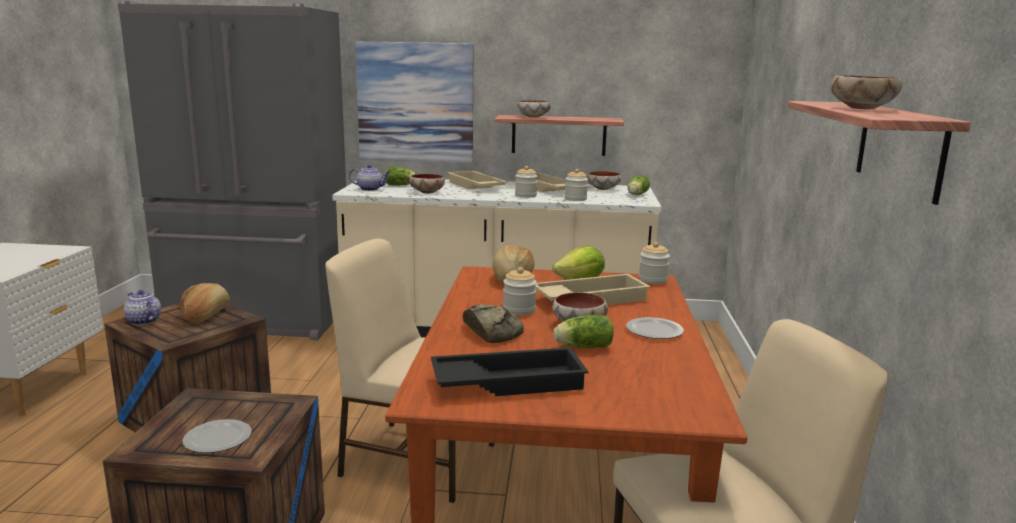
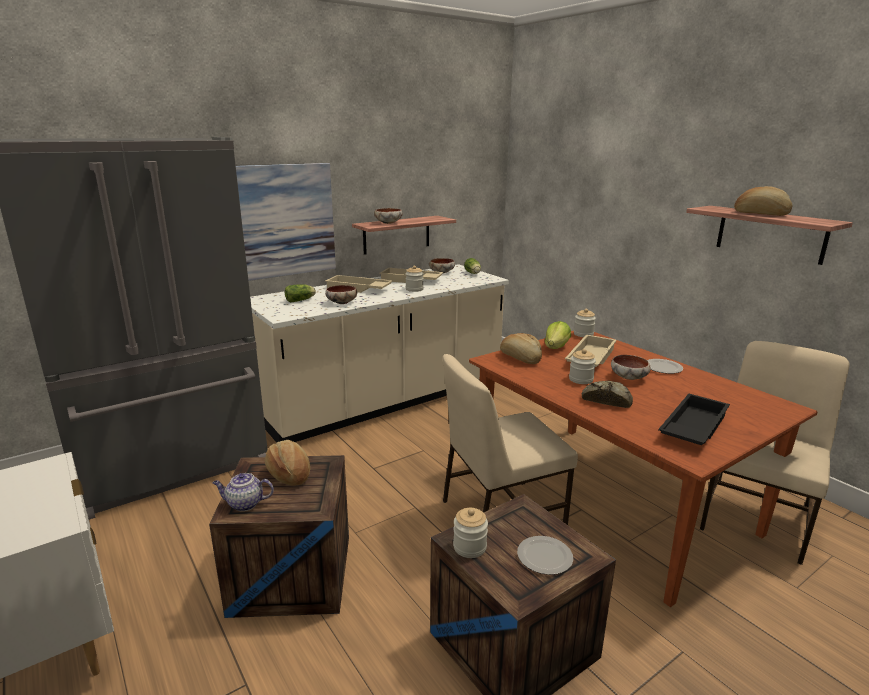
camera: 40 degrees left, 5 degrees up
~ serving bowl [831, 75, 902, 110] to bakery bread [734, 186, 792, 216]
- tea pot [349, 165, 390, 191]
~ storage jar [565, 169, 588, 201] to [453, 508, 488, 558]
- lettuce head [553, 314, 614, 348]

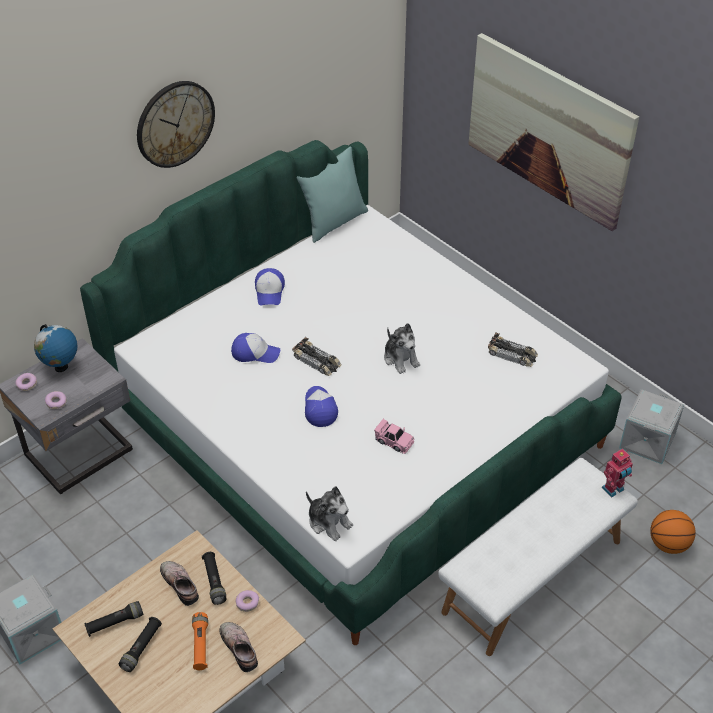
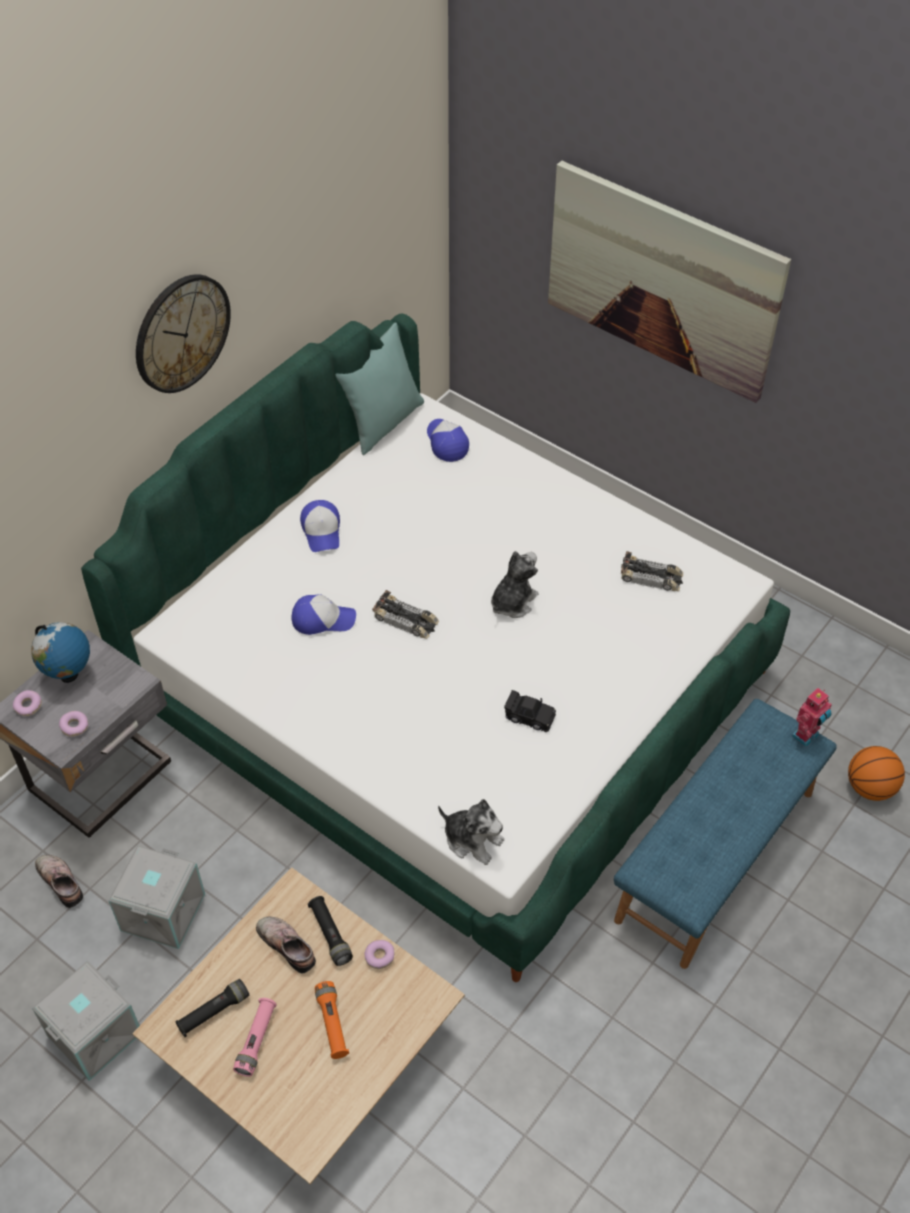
camera: 10 degrees left, 5 degrees up
~ plush toy [384, 323, 420, 374] = [491, 551, 539, 618] 105 degrees counterclockwise
~ baseball cap [305, 386, 338, 427] to [427, 419, 469, 462]
~ storage bin in grey [619, 389, 684, 464] to [108, 846, 205, 949]
~ model car in pinkish [374, 419, 414, 454] to model car in black-coloured [504, 690, 556, 732]
~ long seat in whitish [438, 458, 638, 656] to long seat in blue-coloured [614, 699, 837, 969]
~ torch in black-coloured [119, 617, 162, 672] to torch in pinkish [233, 998, 277, 1077]
~ low shoe [219, 622, 258, 672] to [35, 855, 83, 908]

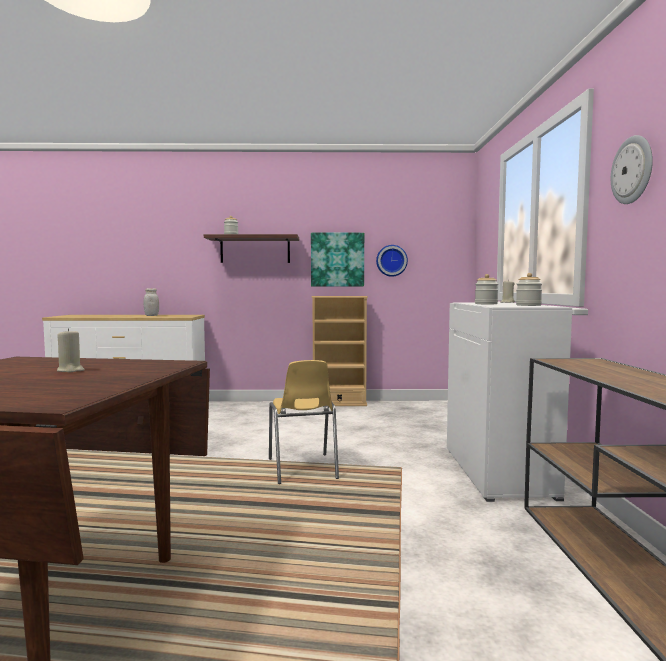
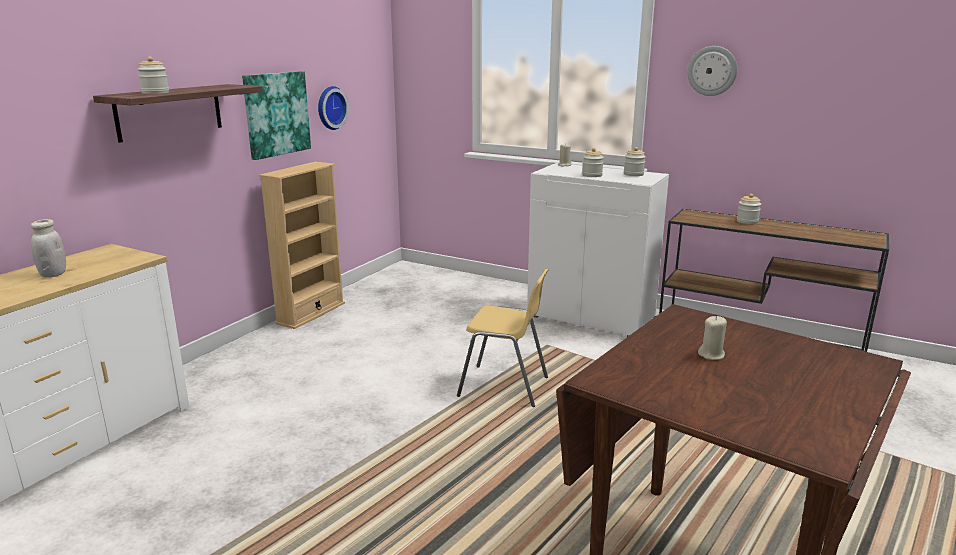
camera: 60 degrees left, 15 degrees up
+ storage jar [737, 194, 761, 224]

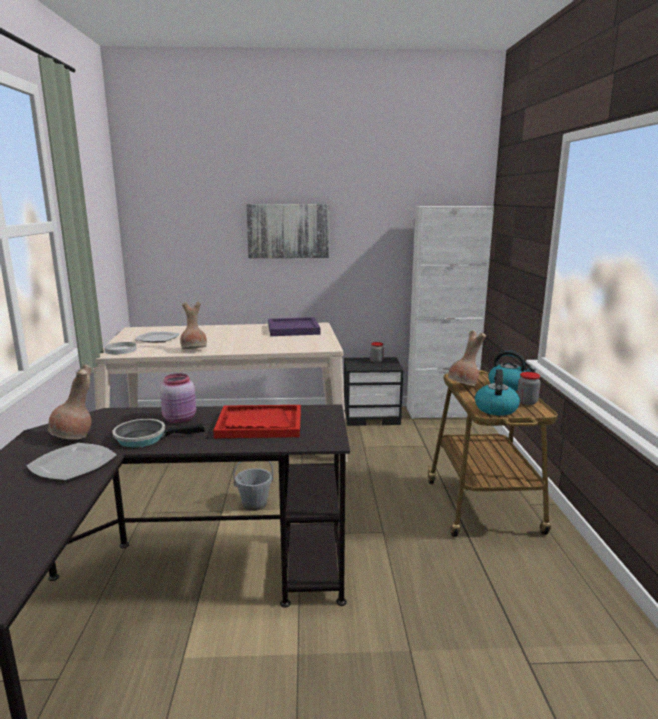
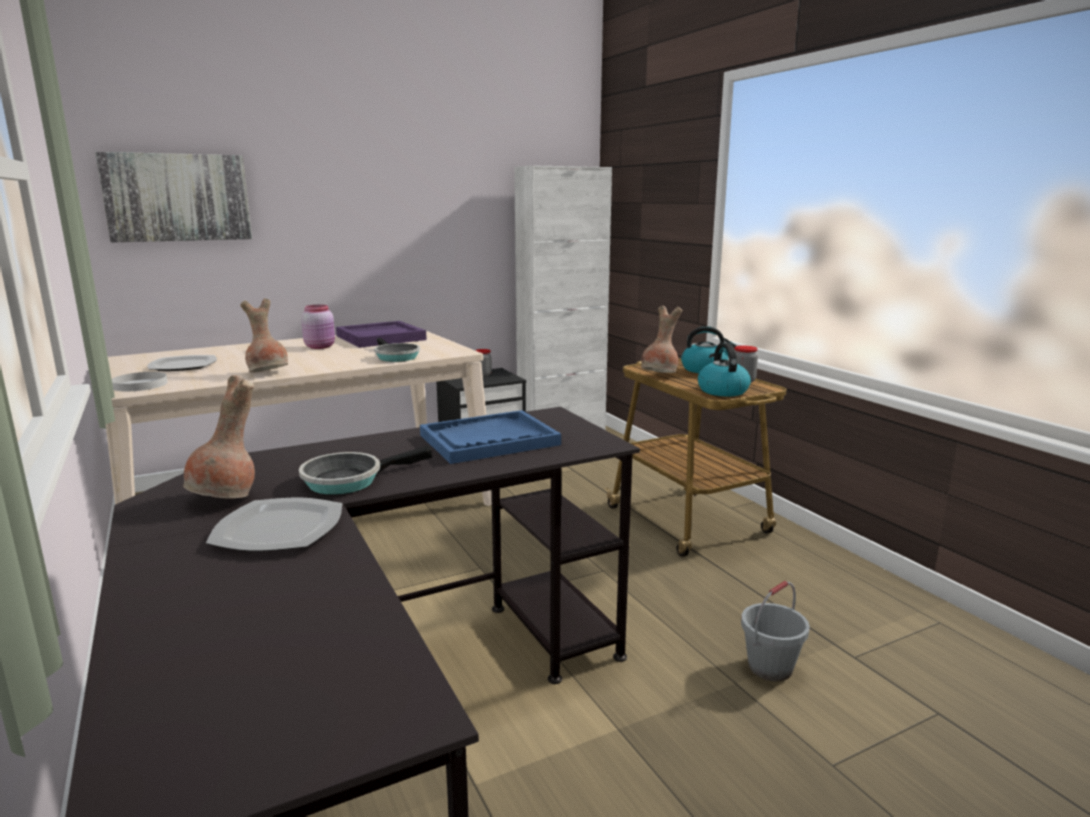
camera: 25 degrees left, 0 degrees up
~ wall picture [246, 204, 329, 258] to [95, 152, 252, 242]
~ storage jar in pinkish [160, 373, 196, 423] to [301, 305, 335, 349]
~ serving tray in red-coloured [213, 405, 301, 438] to serving tray in blue-coloured [420, 410, 561, 464]
~ bucket in grey [233, 461, 273, 511] to [741, 581, 810, 681]
+ frying pan [374, 338, 420, 362]

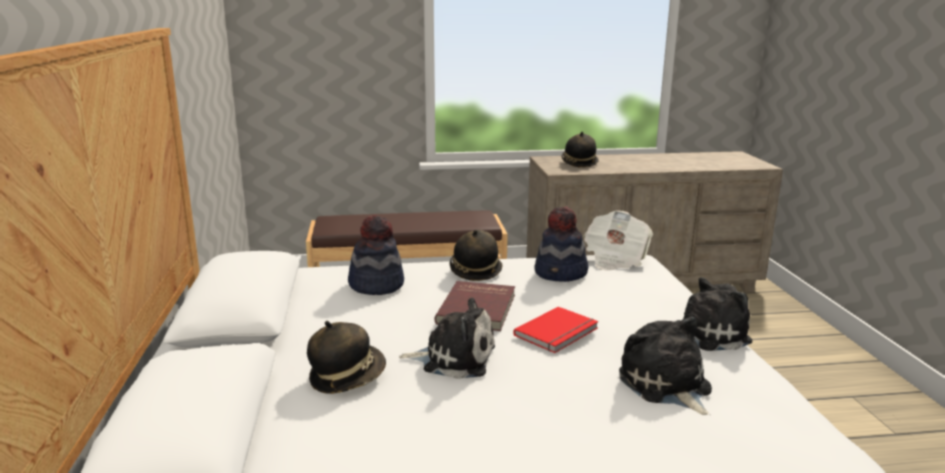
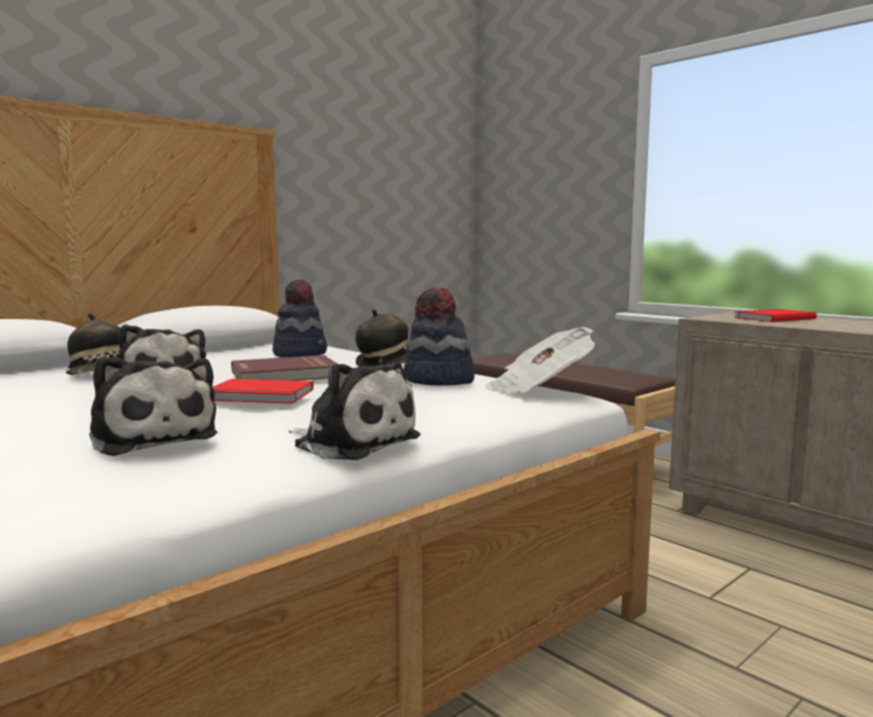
camera: 55 degrees right, 10 degrees down
~ hat [562, 132, 599, 167] to book in red-coloured [734, 309, 817, 322]
~ plush toy [619, 316, 712, 415] = [89, 356, 218, 456] 105 degrees clockwise

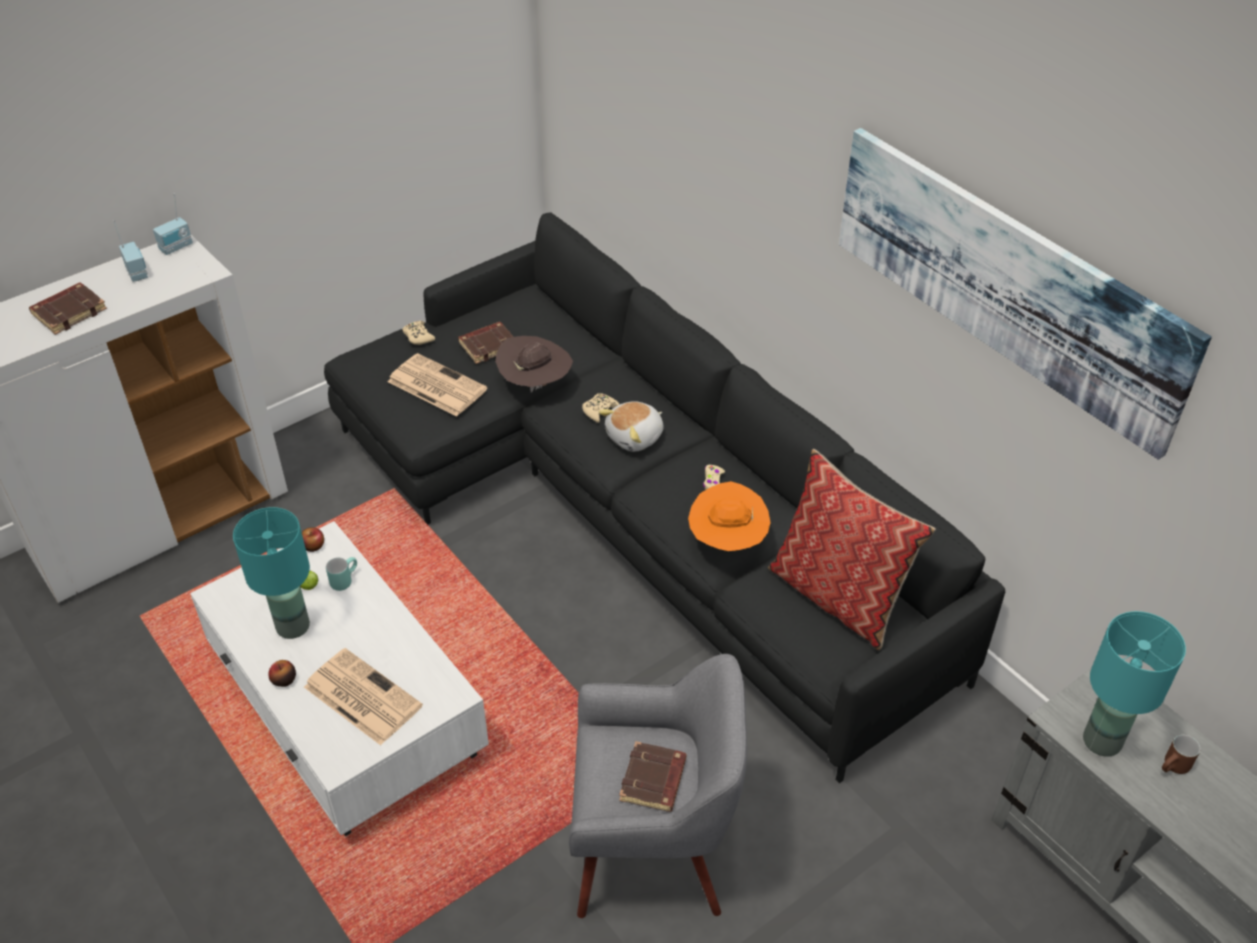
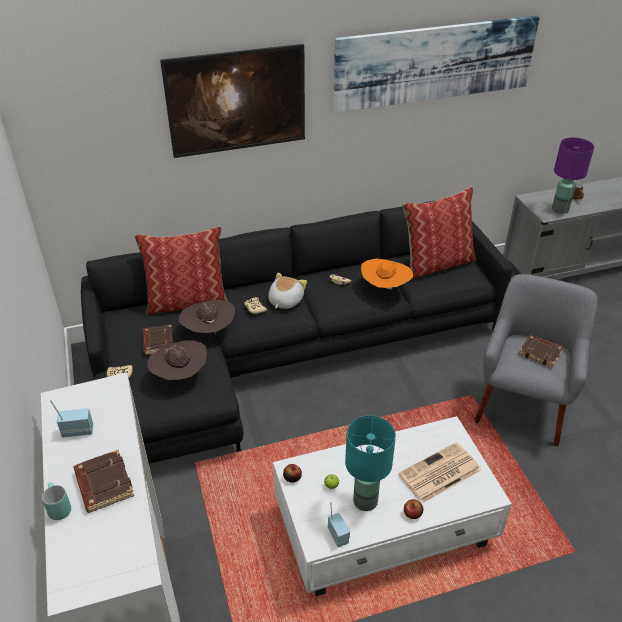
camera: 70 degrees left, 5 degrees down
~ radio [153, 193, 193, 255] to [328, 502, 350, 547]
~ daily paper [387, 353, 487, 416] to hat in brown [147, 340, 207, 380]
~ plush toy [599, 401, 664, 452] = [268, 272, 307, 309] 135 degrees counterclockwise
~ tea mug in turquoise-coloured [326, 557, 357, 591] to [42, 482, 71, 520]
~ tabletop lamp in turquoise-coloured [1083, 611, 1186, 757] to tabletop lamp in purple [552, 137, 594, 214]
+ wall picture [160, 44, 305, 158]
+ throw pillow [134, 226, 228, 315]

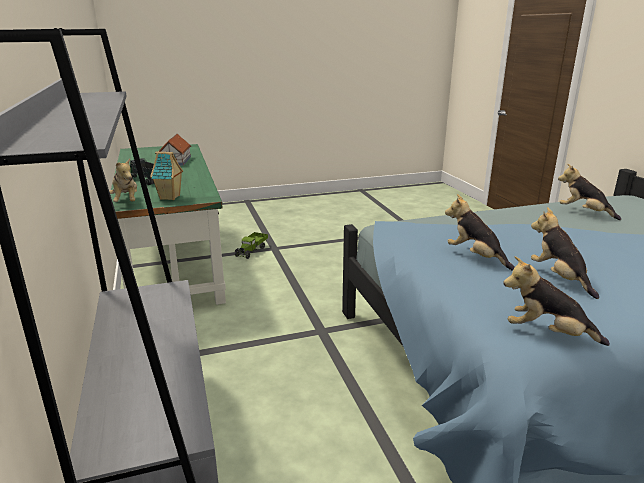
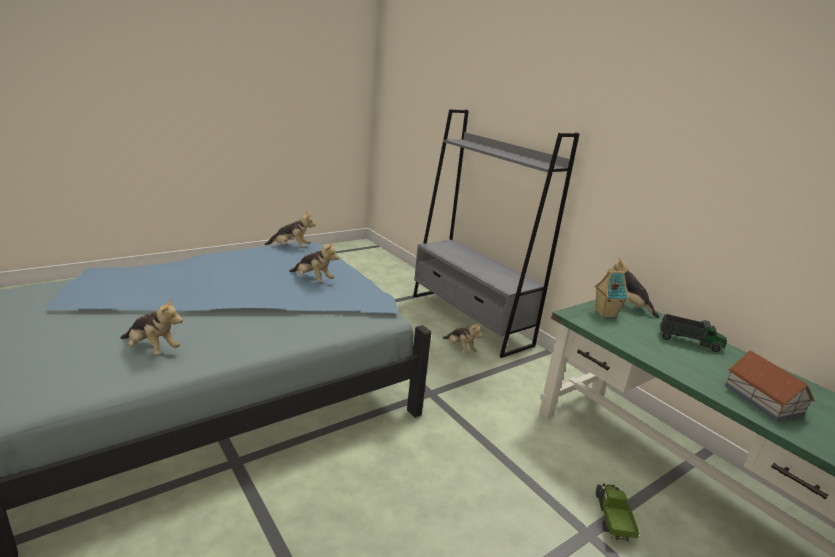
camera: 160 degrees right, 0 degrees up
~ plush toy [531, 207, 599, 299] to [443, 322, 483, 354]

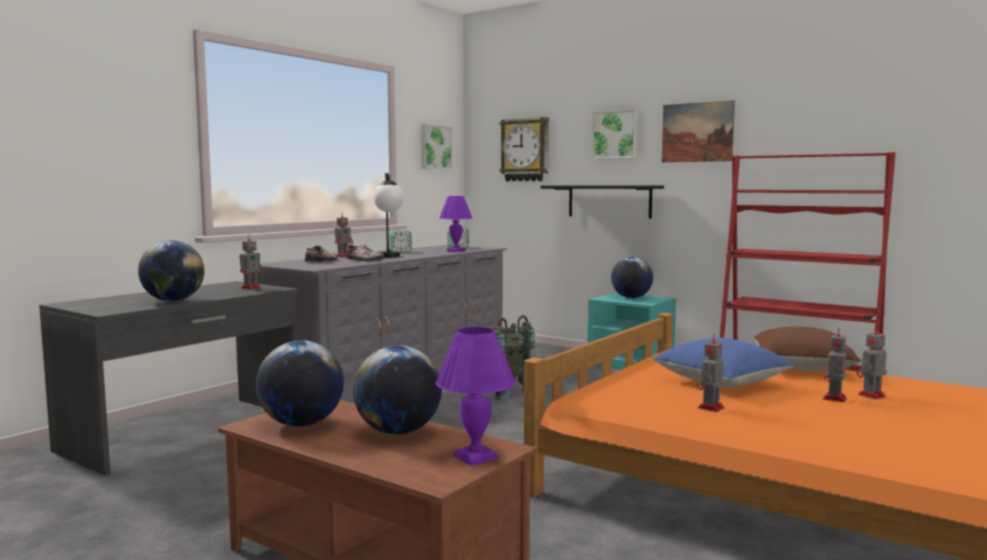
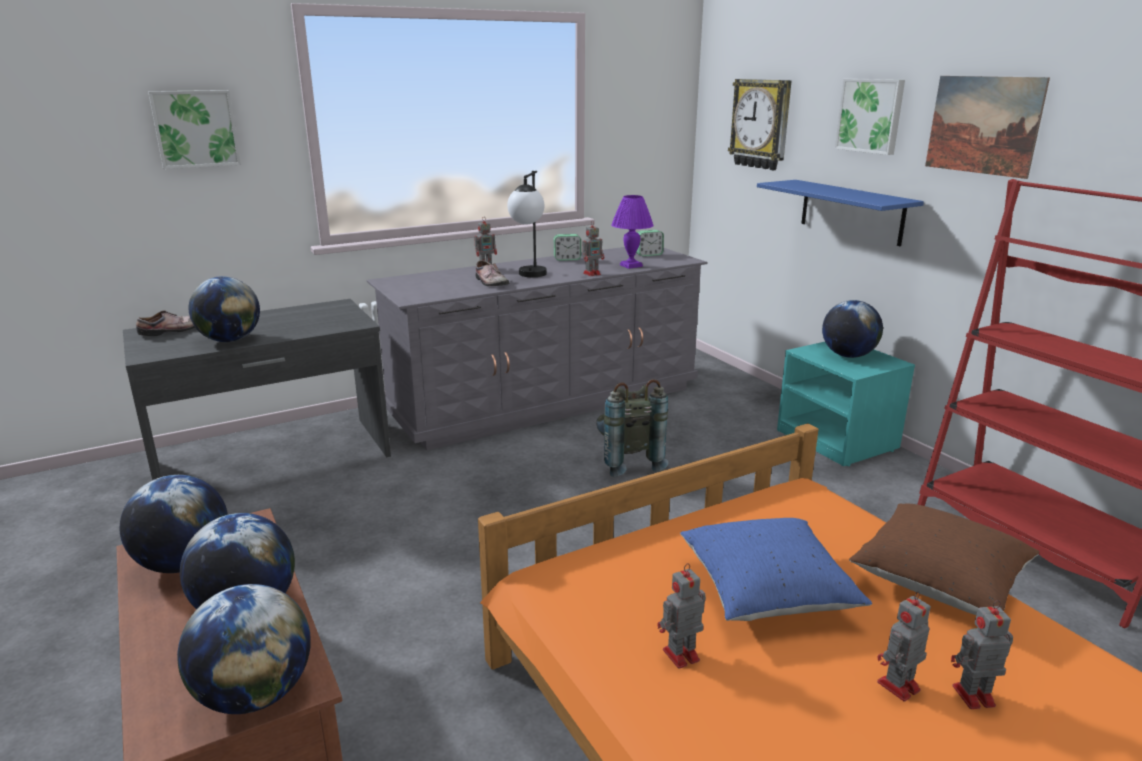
camera: 25 degrees right, 15 degrees up
~ wall picture [421, 124, 453, 169] to [148, 90, 241, 169]
~ shelf in black-coloured [540, 186, 664, 219] to shelf in blue-coloured [757, 180, 924, 246]
~ toy robot [239, 234, 263, 290] to [582, 221, 604, 276]
~ low shoe [305, 246, 337, 262] to [136, 311, 195, 337]
~ tabletop lamp in purple [436, 327, 515, 466] to world globe [177, 584, 311, 714]

